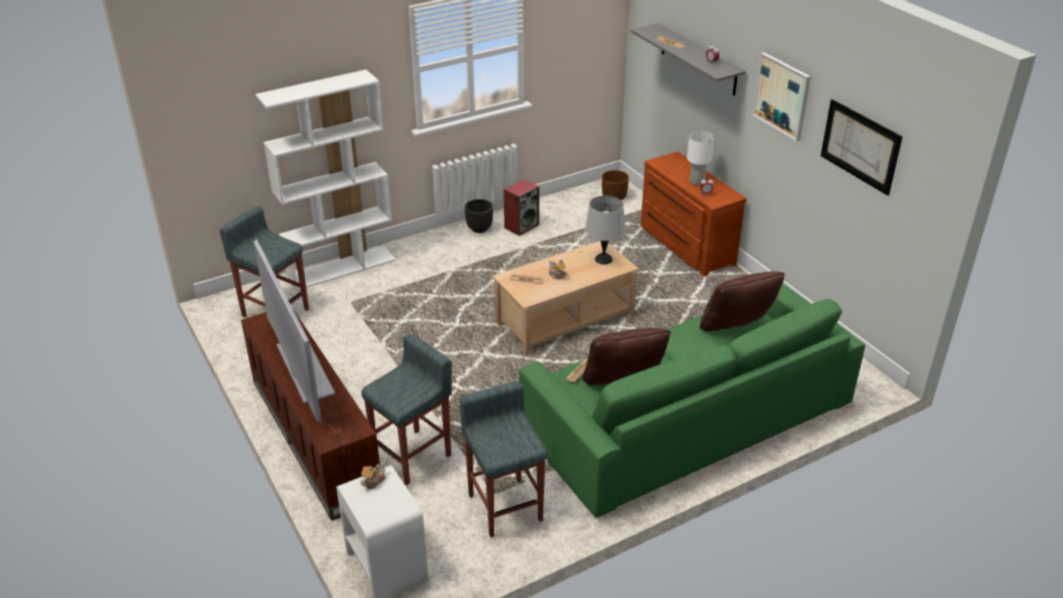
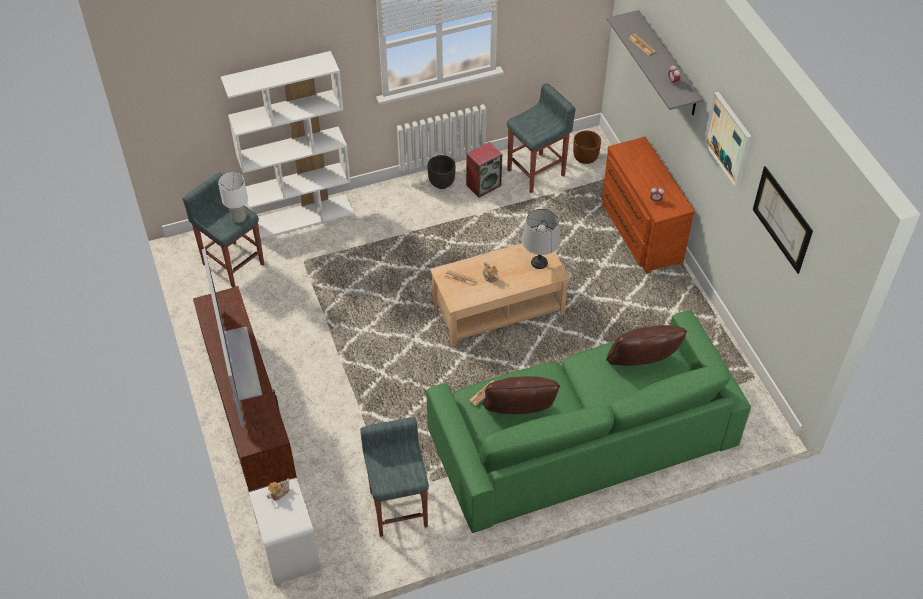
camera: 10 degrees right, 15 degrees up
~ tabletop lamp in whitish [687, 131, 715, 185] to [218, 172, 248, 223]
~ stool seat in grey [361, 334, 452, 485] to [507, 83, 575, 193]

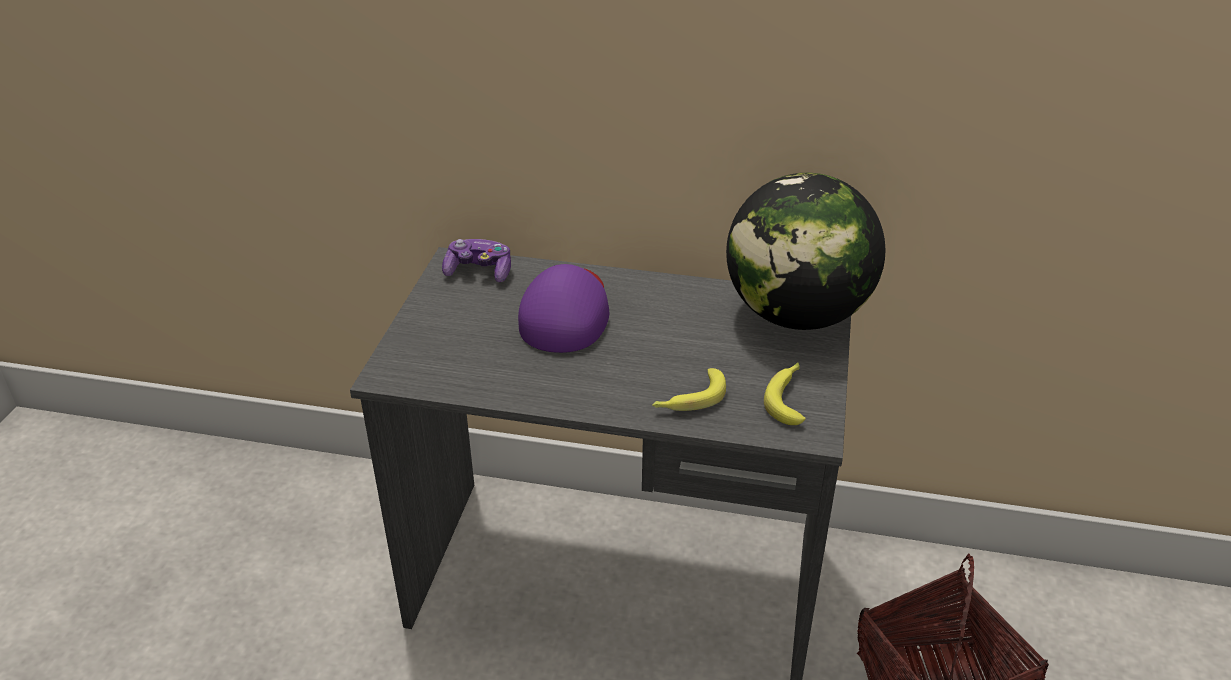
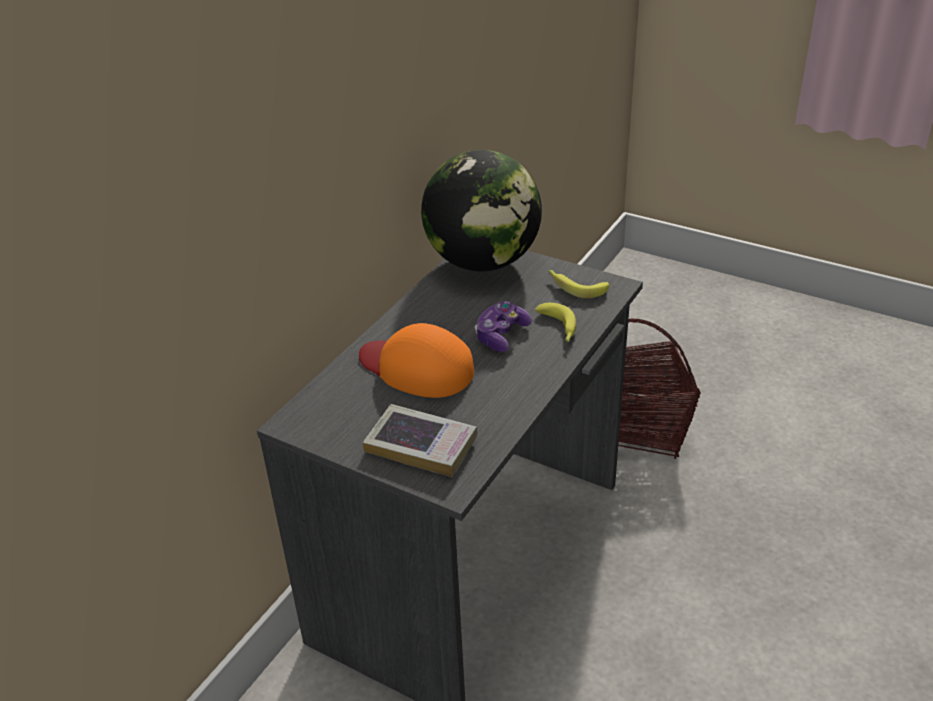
camera: 70 degrees left, 0 degrees up
~ gamepad [442, 239, 511, 282] to [475, 301, 532, 352]
~ baseball cap in purple [518, 264, 609, 353] to baseball cap in orange-coloured [359, 323, 474, 398]
+ book [363, 404, 478, 477]

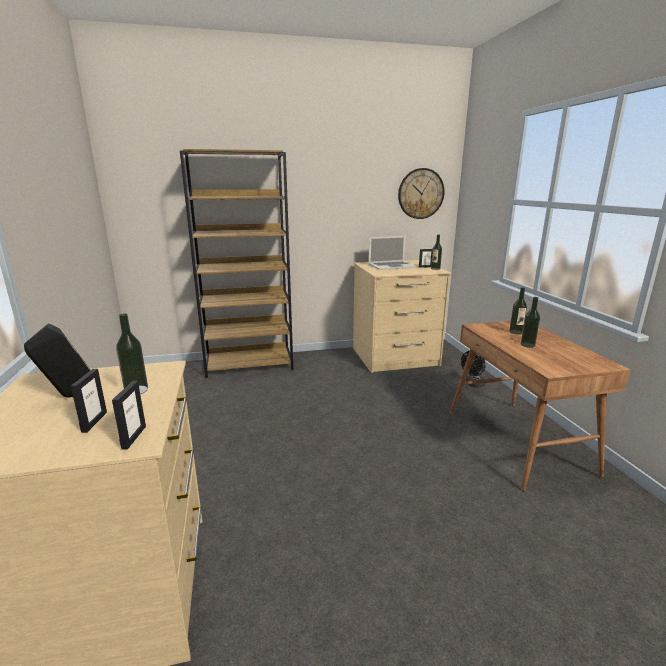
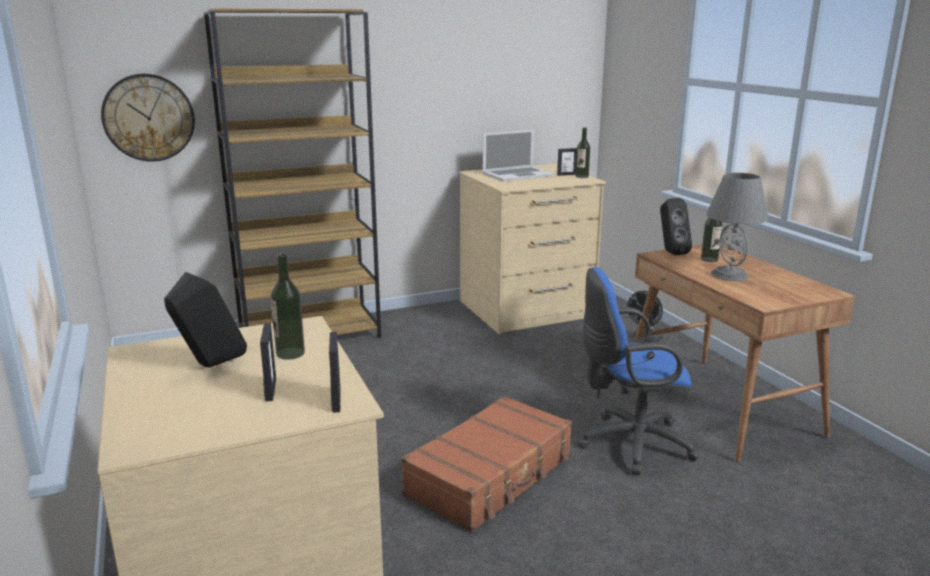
camera: 10 degrees left, 0 degrees up
~ hanging clock [398, 168, 445, 219] to [101, 74, 195, 162]
~ bottle [521, 297, 540, 348] to tabletop lamp in grey [706, 173, 769, 281]
+ loudspeaker in black-coloured [660, 198, 692, 255]
+ office chair in blue-coloured [578, 267, 700, 475]
+ travel case in brown [401, 395, 572, 532]

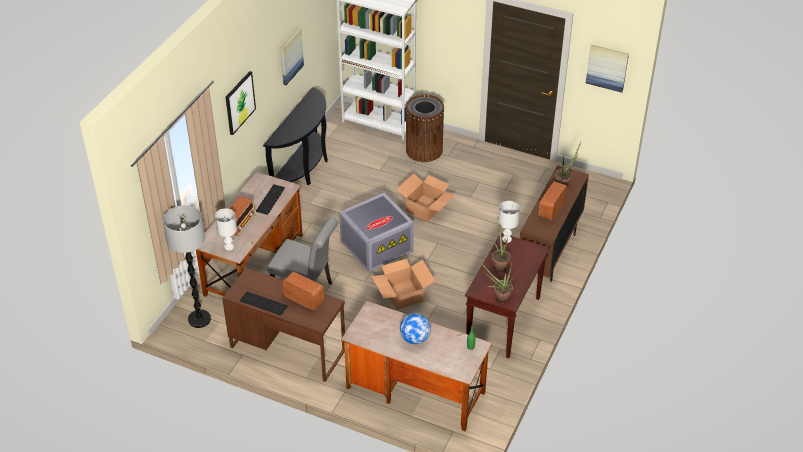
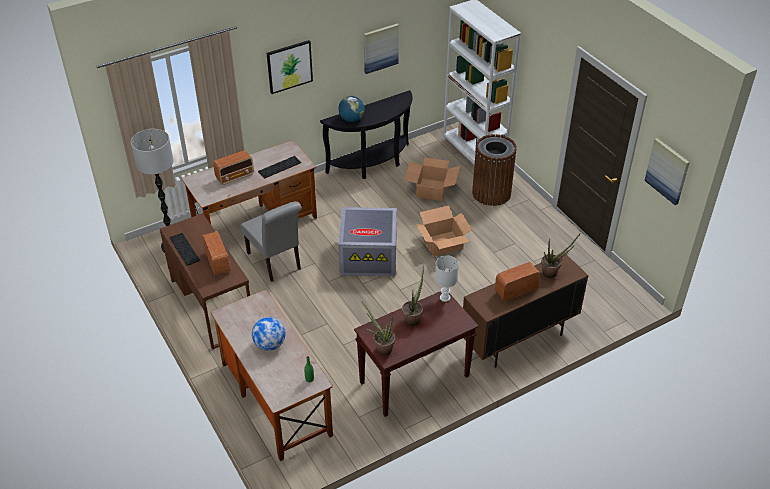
camera: 35 degrees right, 0 degrees up
- tabletop lamp in whitish [215, 208, 237, 251]
~ packing box [371, 259, 435, 310] to [404, 158, 460, 201]
+ world globe [338, 96, 365, 122]

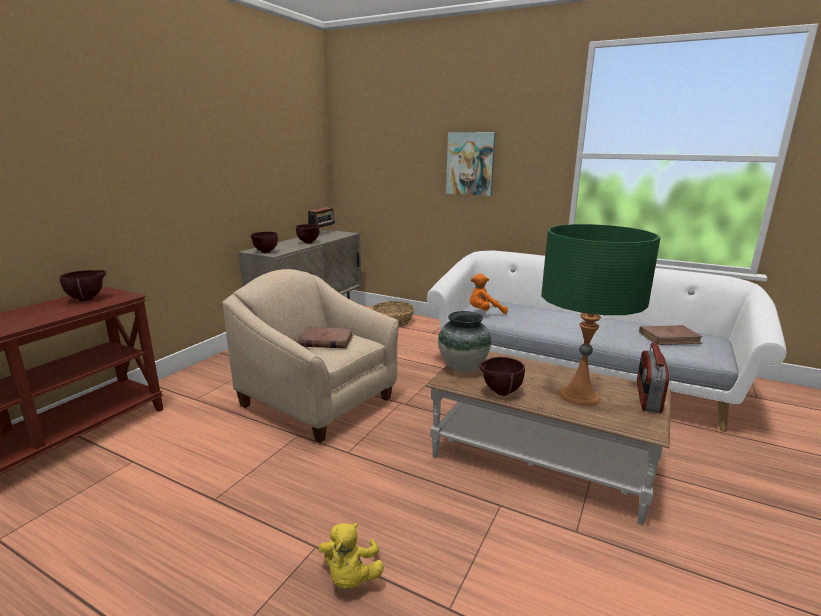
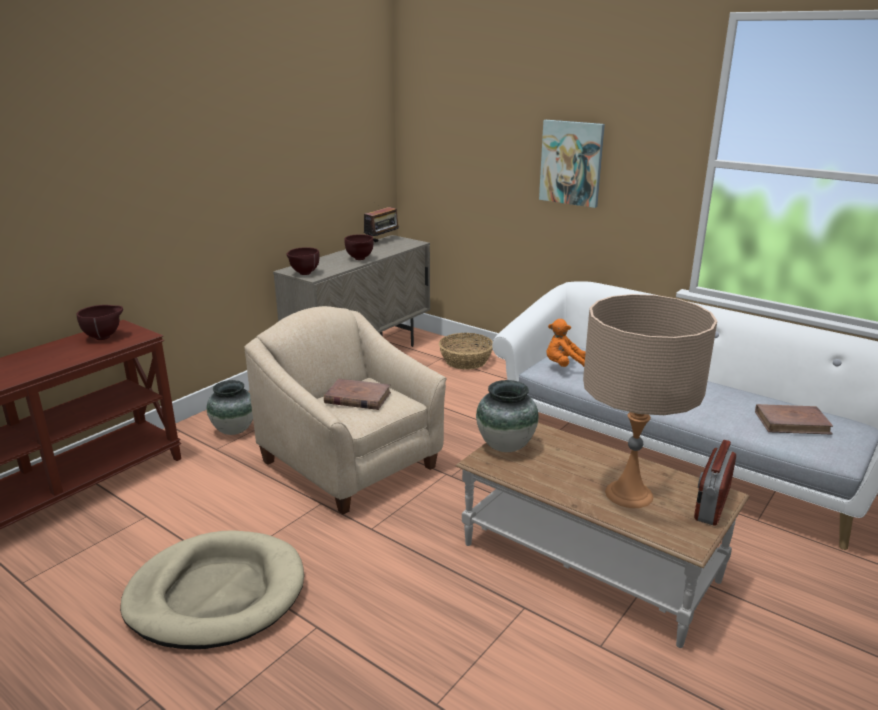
camera: 10 degrees right, 5 degrees up
~ tabletop lamp in green-coloured [541, 224, 660, 406] to tabletop lamp in beige-coloured [583, 294, 717, 508]
- serving bowl in brown [479, 357, 525, 396]
- plush toy in yellow-coloured [319, 523, 384, 588]
+ decorative vase [207, 380, 253, 435]
+ dog bed in beige-coloured [120, 530, 304, 649]

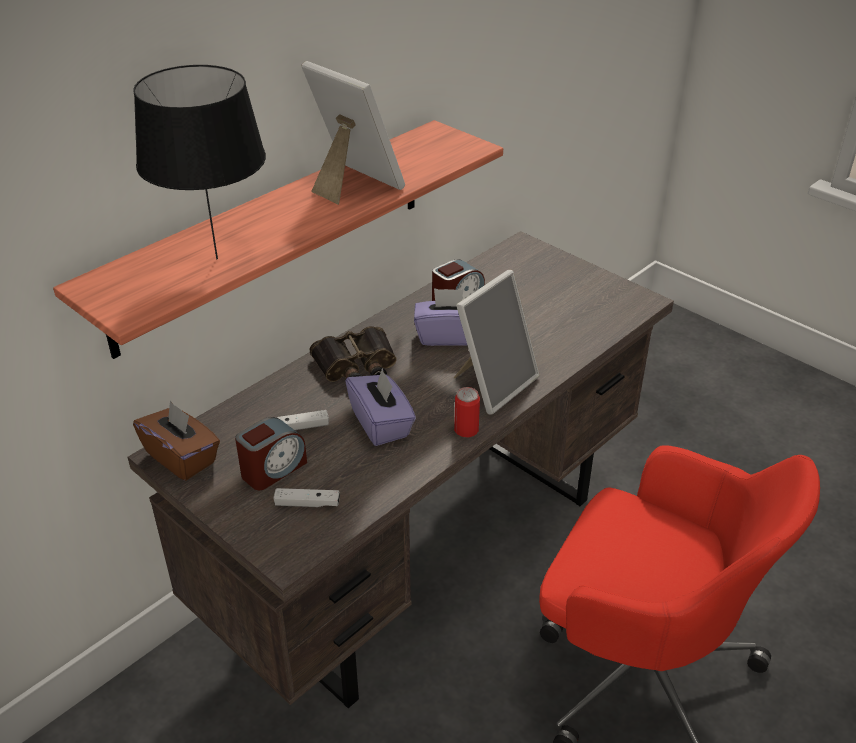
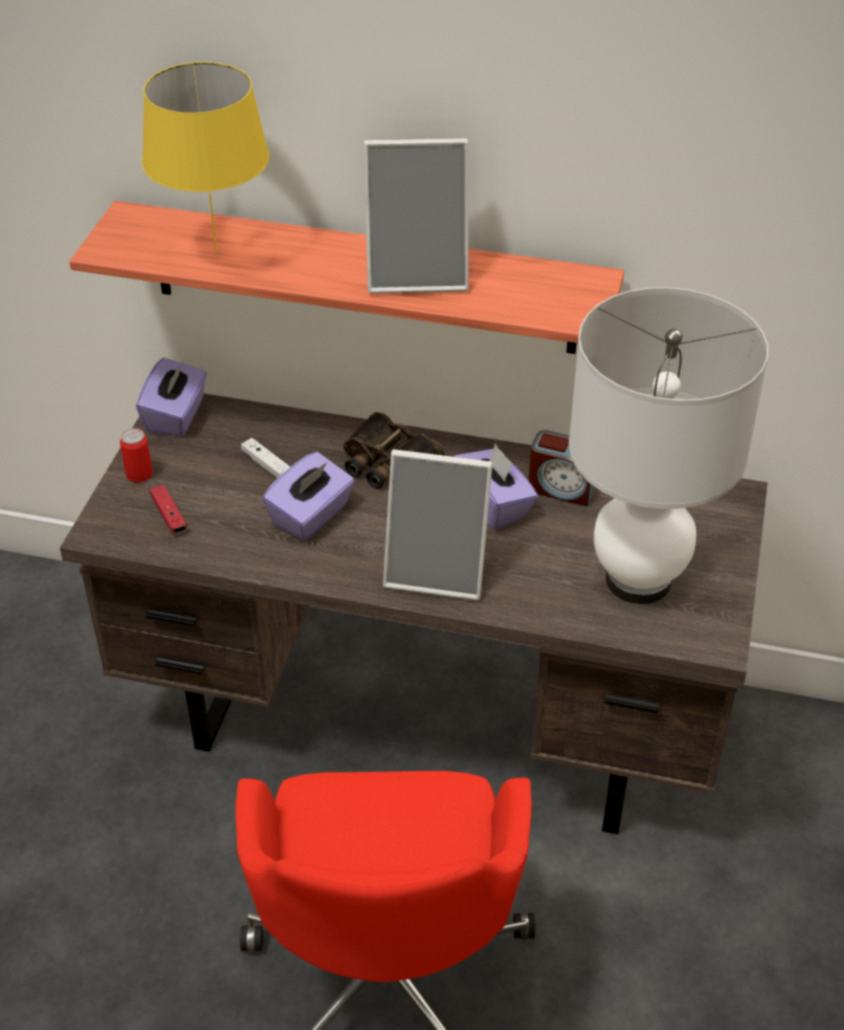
camera: 60 degrees right, 5 degrees up
~ standing frame [301, 61, 405, 205] = [364, 138, 469, 294] 75 degrees clockwise
~ tabletop lamp in black-coloured [133, 65, 266, 260] to tabletop lamp in yellow-coloured [142, 62, 269, 257]
~ can [454, 387, 480, 437] to [120, 428, 153, 482]
~ box of tissues in brown [133, 400, 220, 481] to box of tissues in purple [136, 358, 207, 436]
- table clock [235, 417, 307, 490]
~ gamepad in whitish [273, 488, 340, 507] to gamepad in red-coloured [150, 485, 188, 534]
+ tabletop lamp in whitish [568, 287, 768, 604]

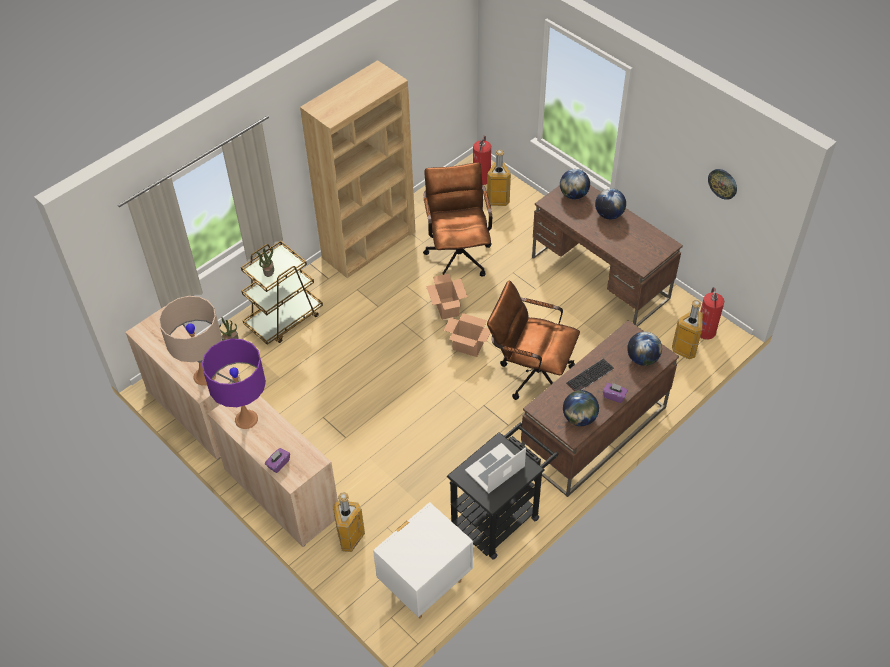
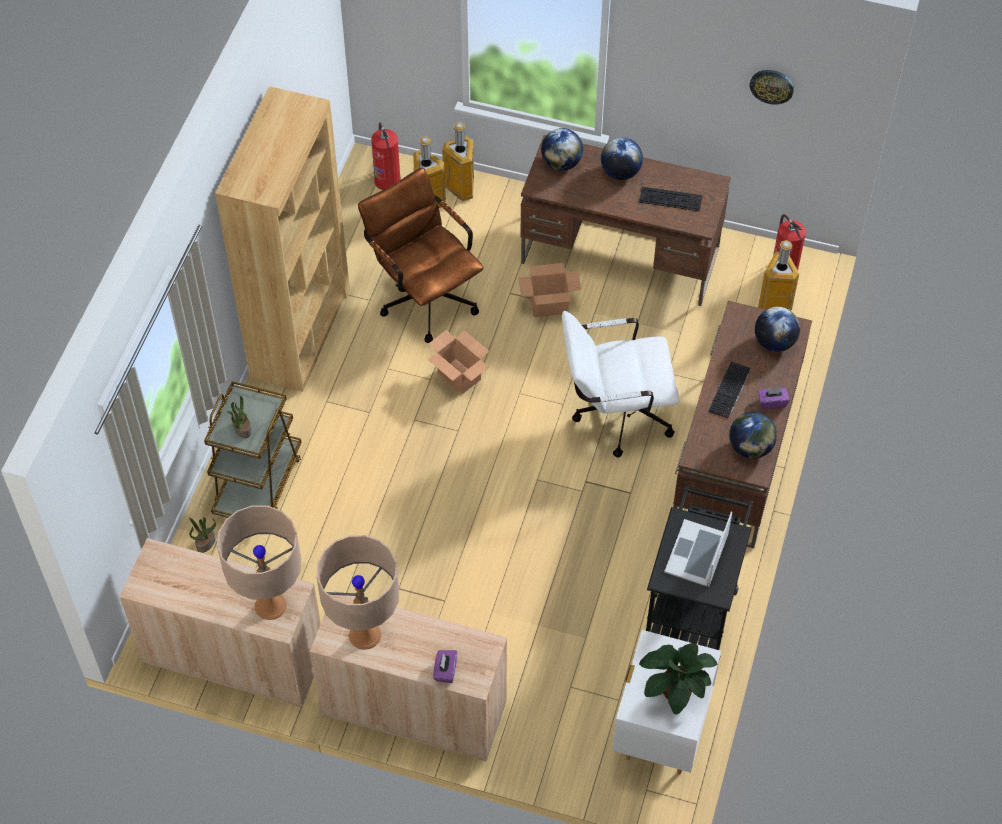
camera: 30 degrees left, 5 degrees up
~ office chair in brown [487, 280, 580, 400] to office chair in whitish [562, 311, 679, 458]
~ packing box [444, 313, 491, 357] to [518, 263, 581, 317]
~ tabletop lamp in purple [202, 339, 266, 429] to tabletop lamp in beige-coloured [317, 535, 399, 650]
~ rubbish bin [333, 492, 365, 552] to [442, 122, 474, 201]
+ computer keyboard [639, 187, 703, 211]
+ houseplant [639, 643, 718, 715]

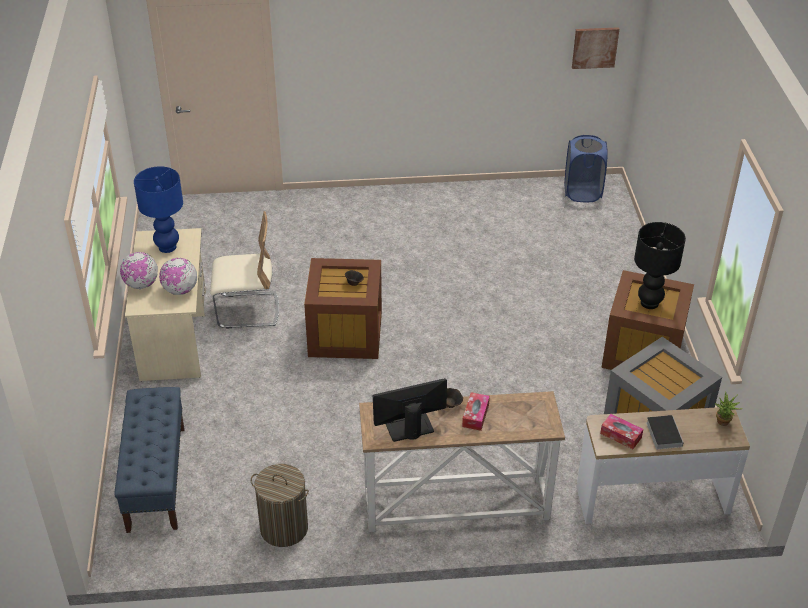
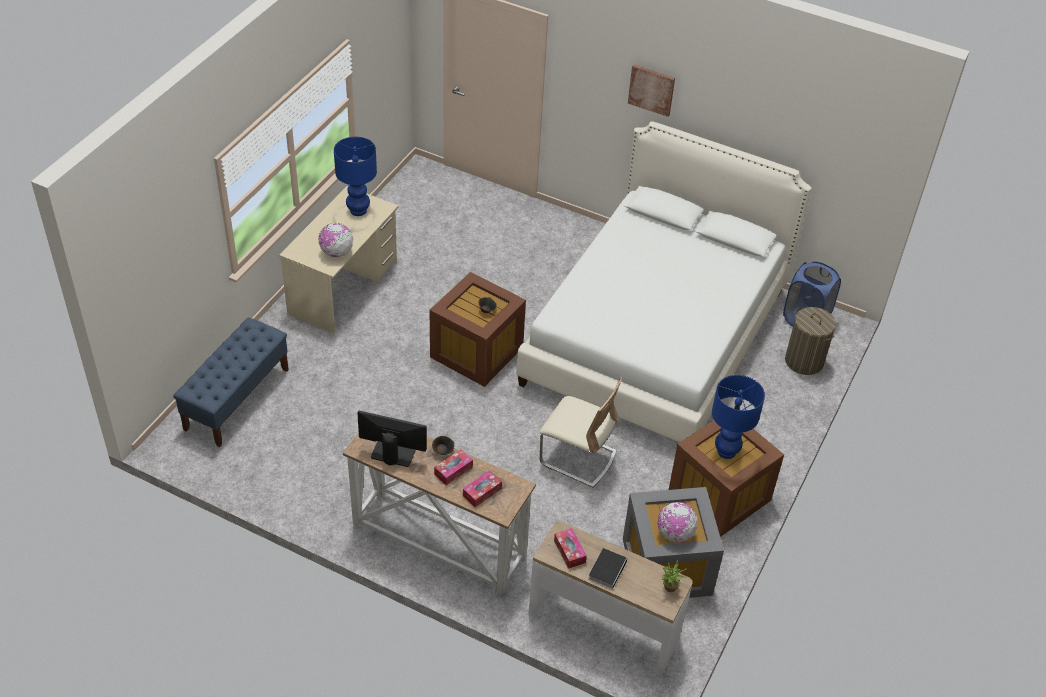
camera: 30 degrees right, 5 degrees up
~ wall picture [572, 27, 619, 69] to [628, 65, 675, 117]
~ plain chair in beige-coloured [210, 211, 279, 328] to [540, 377, 623, 487]
~ tabletop lamp in black-coloured [634, 222, 686, 309] to tabletop lamp in blue-coloured [712, 375, 765, 459]
~ world globe [120, 252, 158, 289] to [657, 502, 698, 543]
~ hamper [251, 464, 309, 547] to [785, 307, 836, 375]
+ bedroom bed in whitish [516, 121, 812, 442]
+ box of tissues [463, 470, 502, 507]

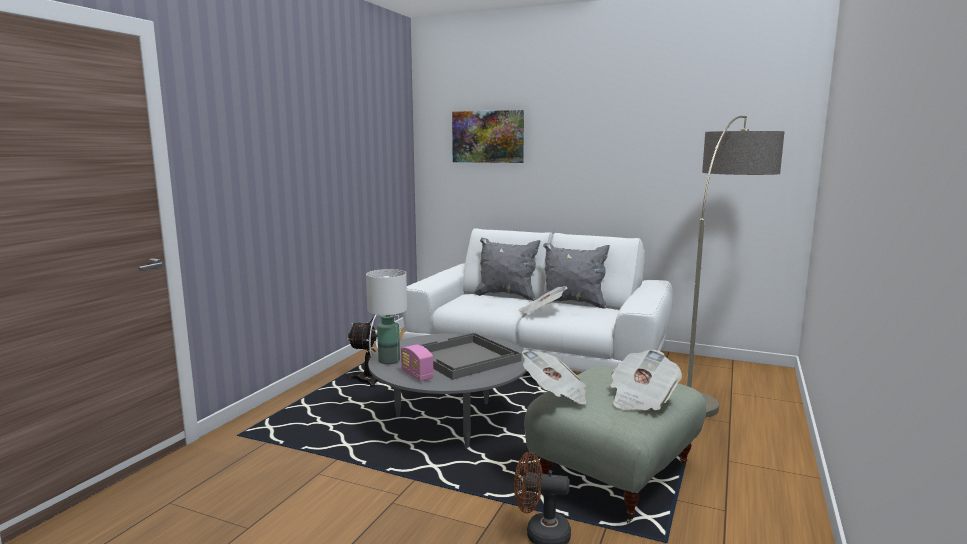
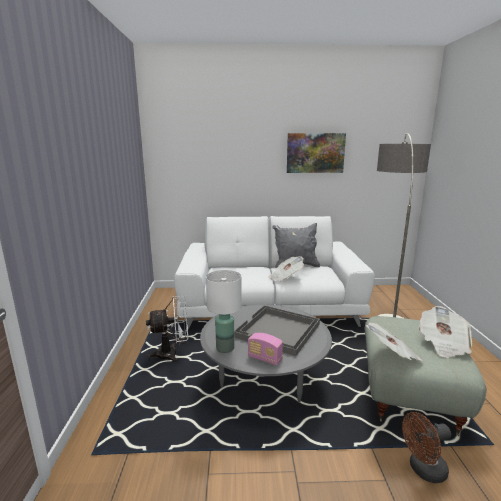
camera: 25 degrees left, 5 degrees up
~ wall picture [452, 110, 524, 163] to [287, 133, 346, 173]
- throw pillow in grey [475, 238, 540, 301]

